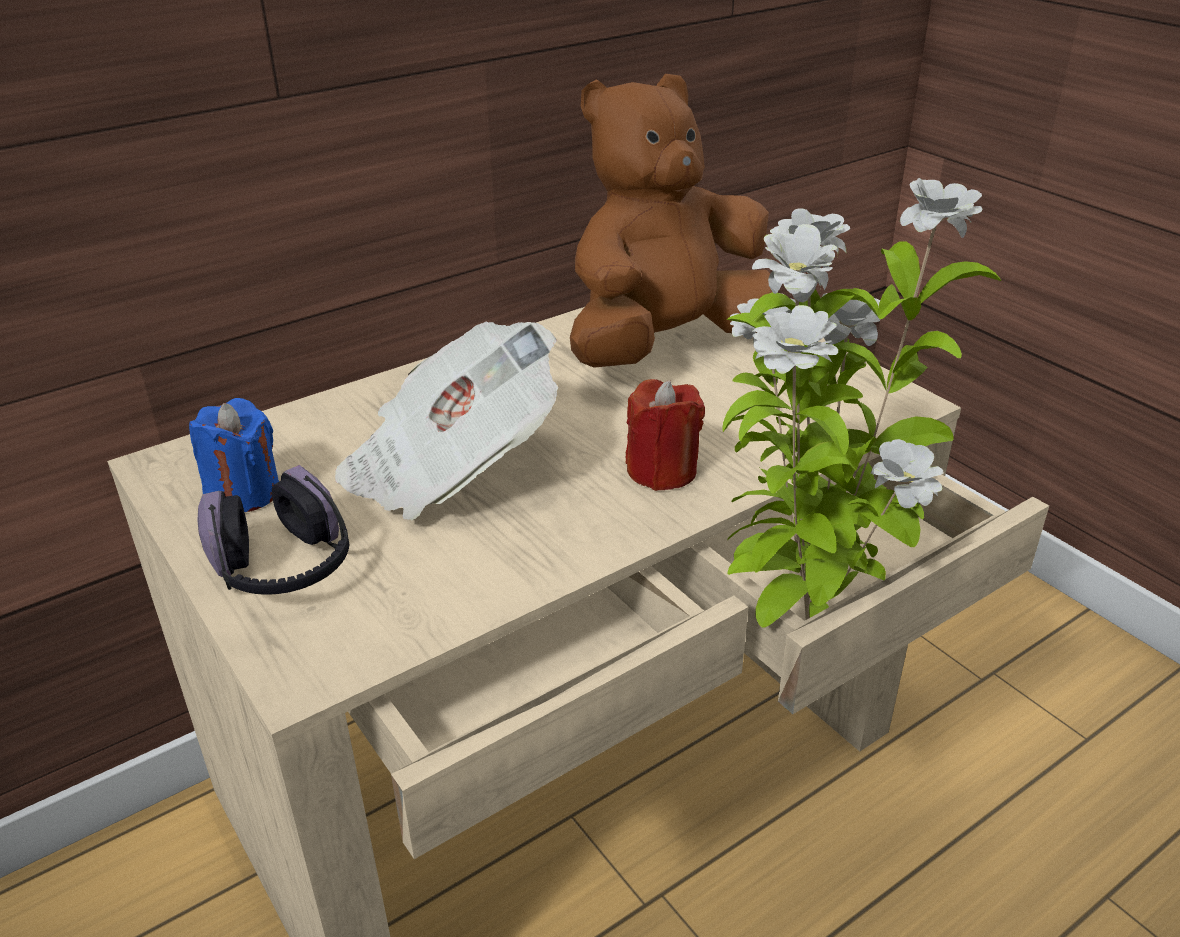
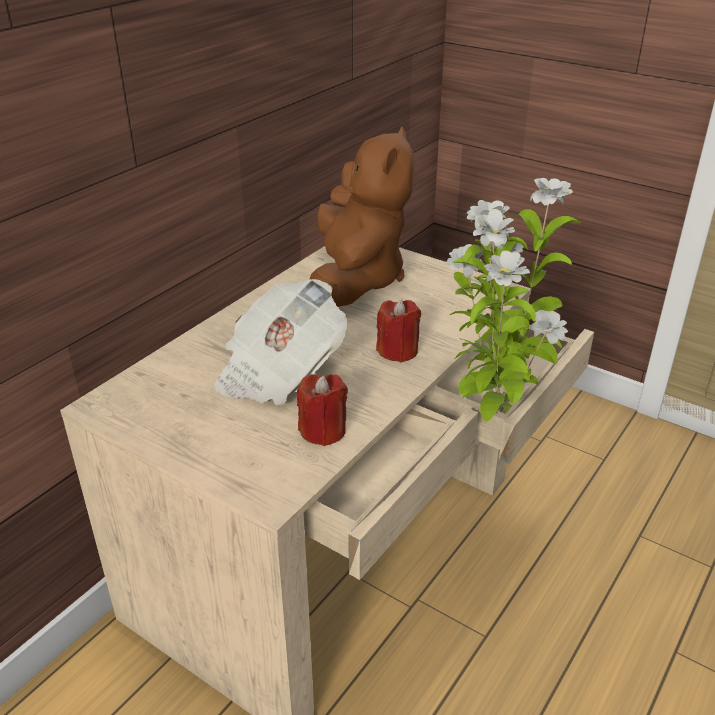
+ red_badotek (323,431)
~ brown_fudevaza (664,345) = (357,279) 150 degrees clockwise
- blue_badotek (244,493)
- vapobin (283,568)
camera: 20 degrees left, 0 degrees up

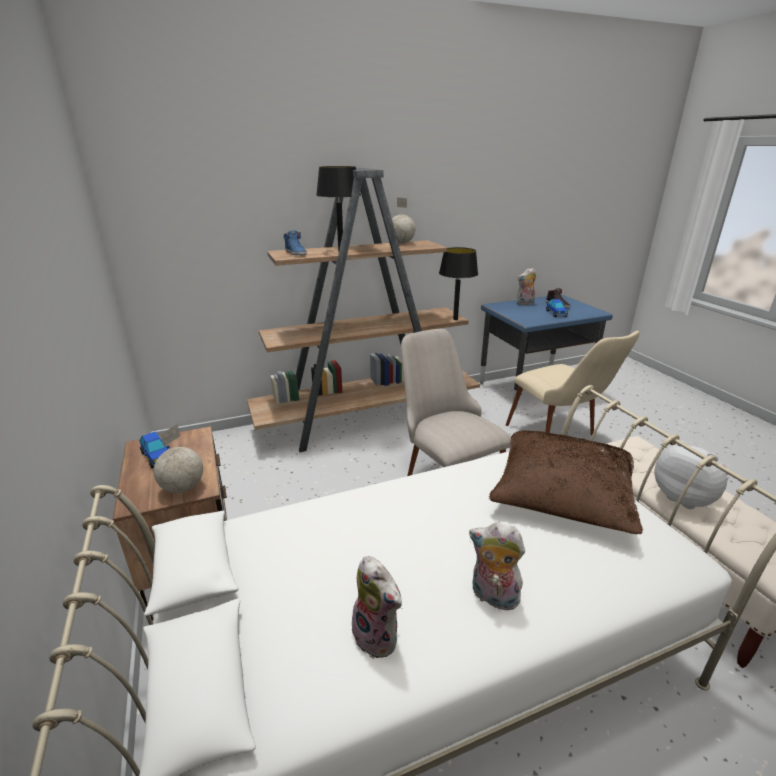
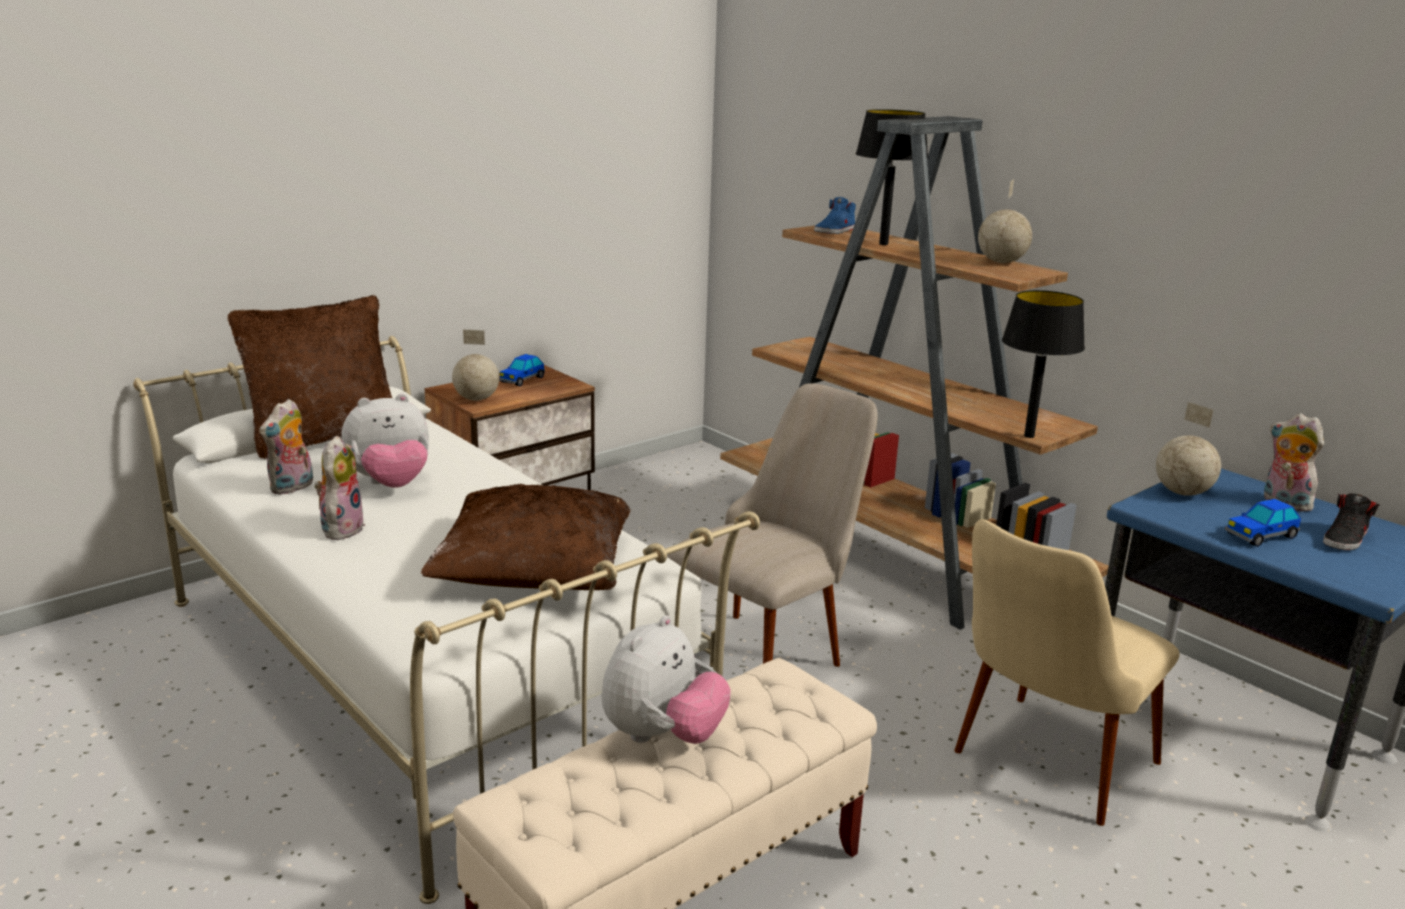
+ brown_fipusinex (326,441)
+ fudevaza (391,484)
+ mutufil (1182,492)
camera: 70 degrees right, 5 degrees down

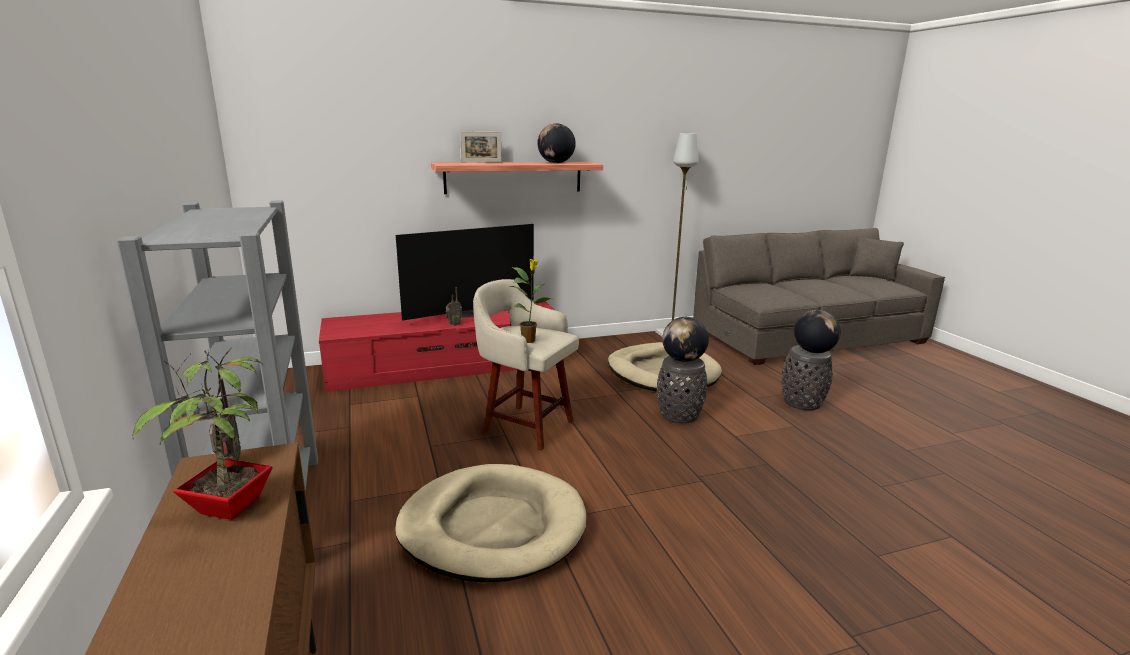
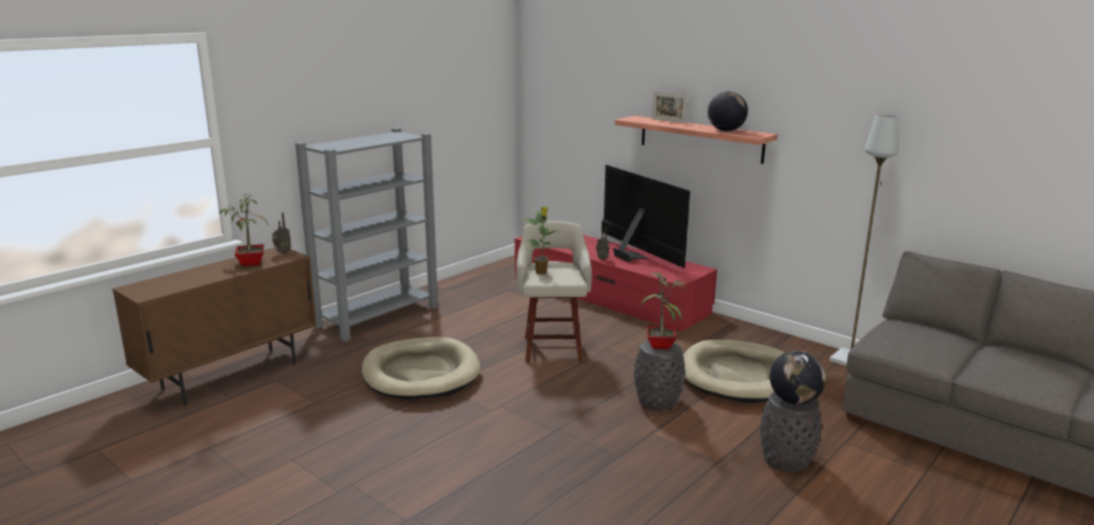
~ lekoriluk (469,313) = (634,256) 150 degrees counterclockwise
~ mutufil (683,360) to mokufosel (661,345)
camera: 60 degrees right, 0 degrees up

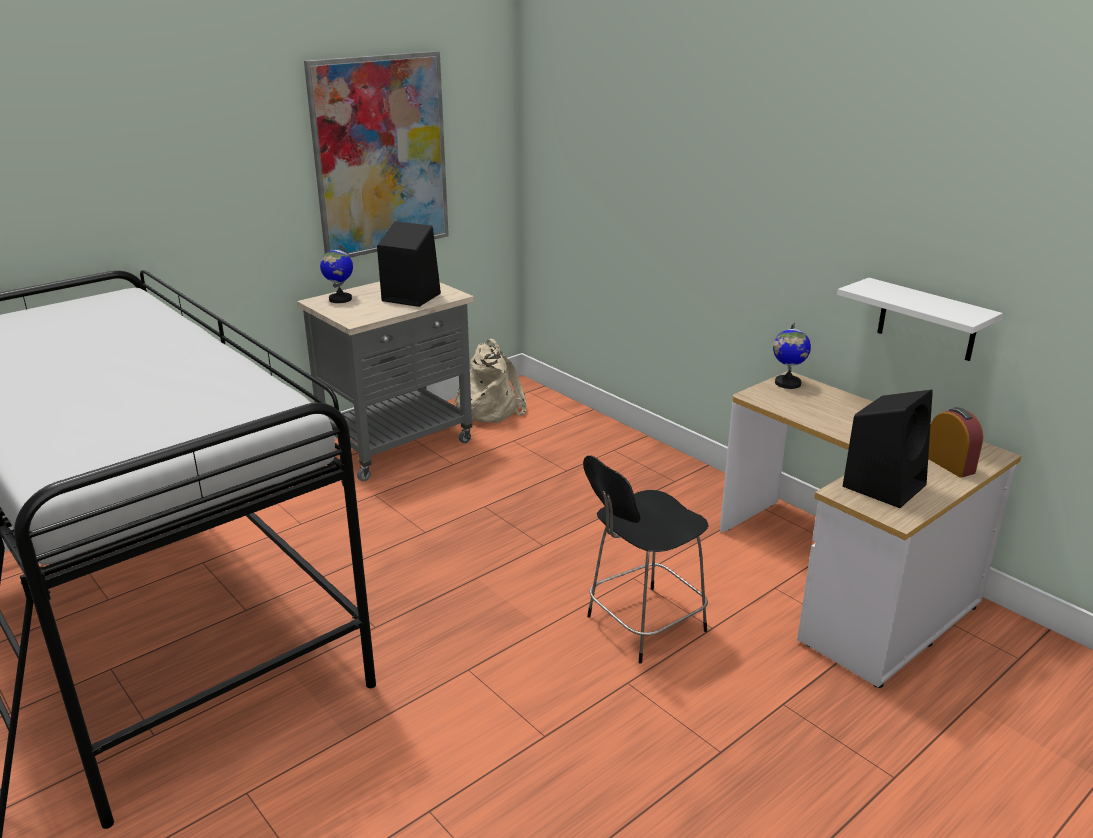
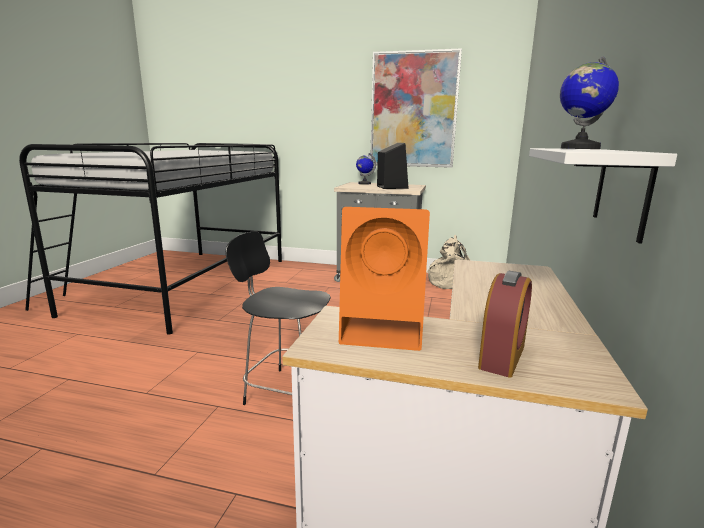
~ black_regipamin (884,484) to orange_regipamin (385,330)
~ mutufil (787,383) to (579,148)
camera: 55 degrees right, 10 degrees down

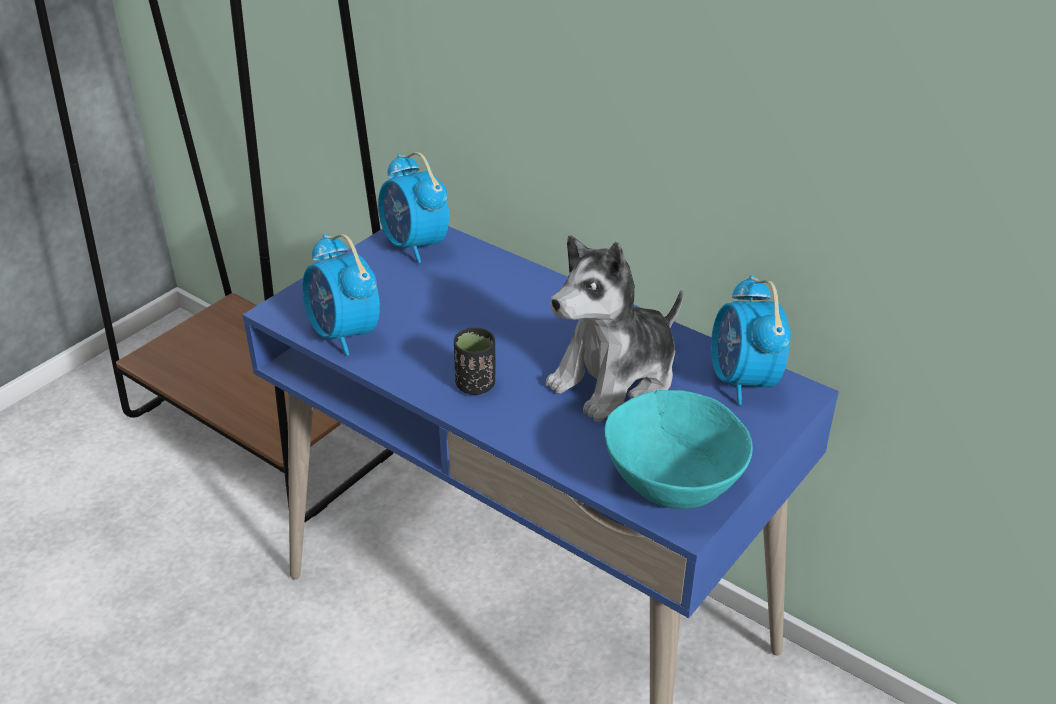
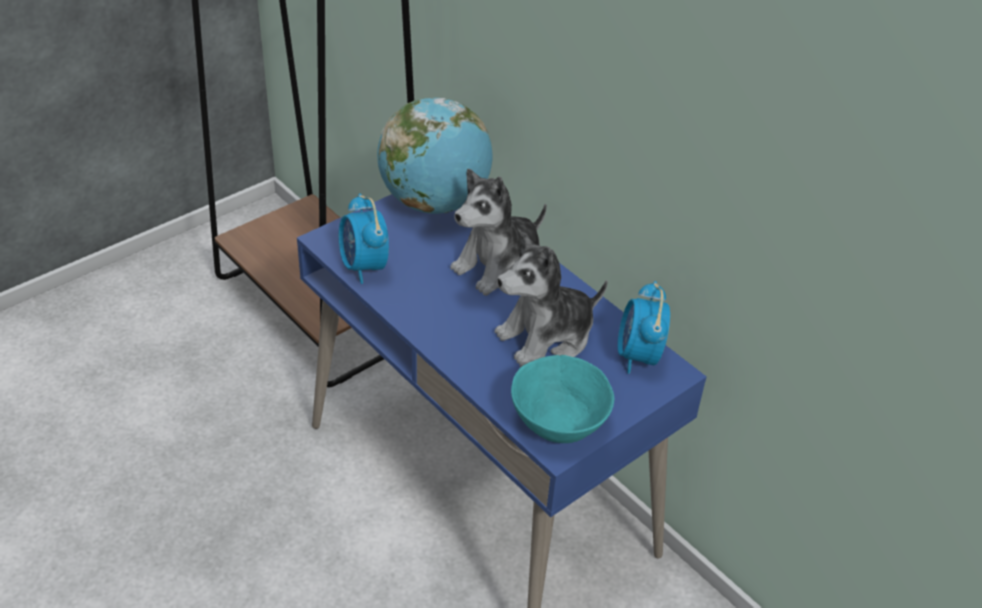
~ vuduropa (415,246) to mutufil (435,202)
+ fudevaza (498,265)
- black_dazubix (475,385)
camera: 10 degrees right, 5 degrees up

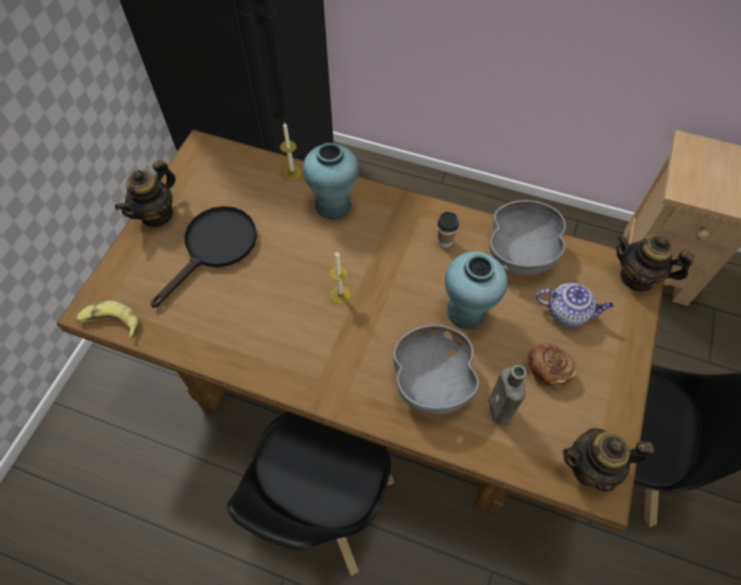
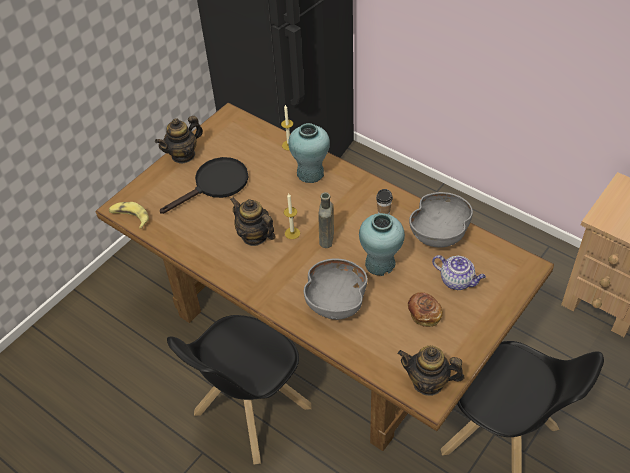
~ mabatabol (637,277) to (254,236)
~ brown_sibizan (500,411) to (326,240)
camera: 20 degrees right, 10 degrees down

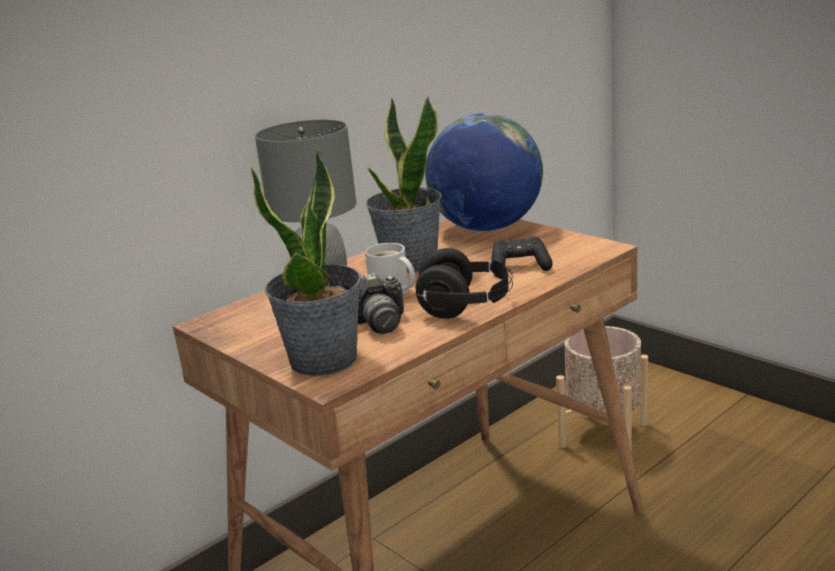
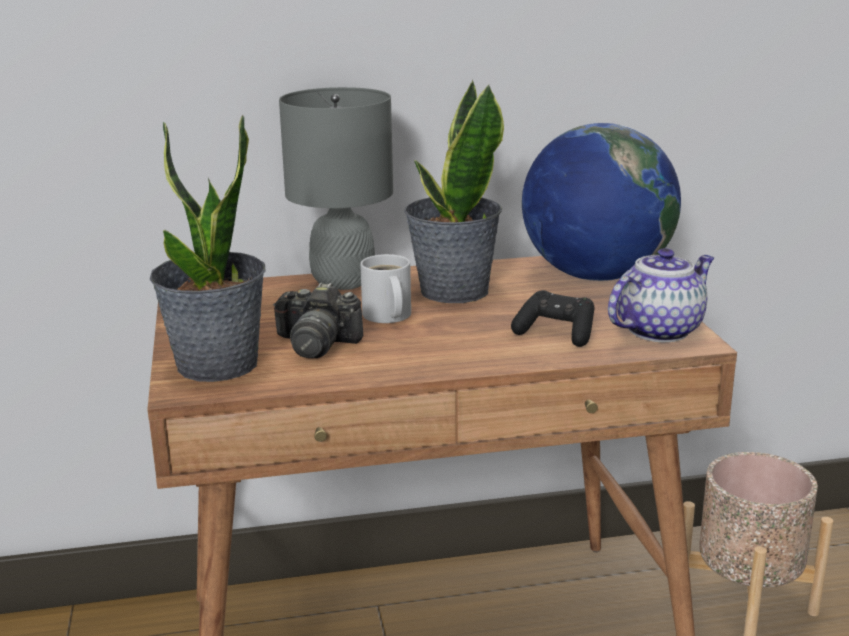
+ mabatabol (659,330)
- black_vapobin (466,307)
camera: 30 degrees right, 0 degrees up

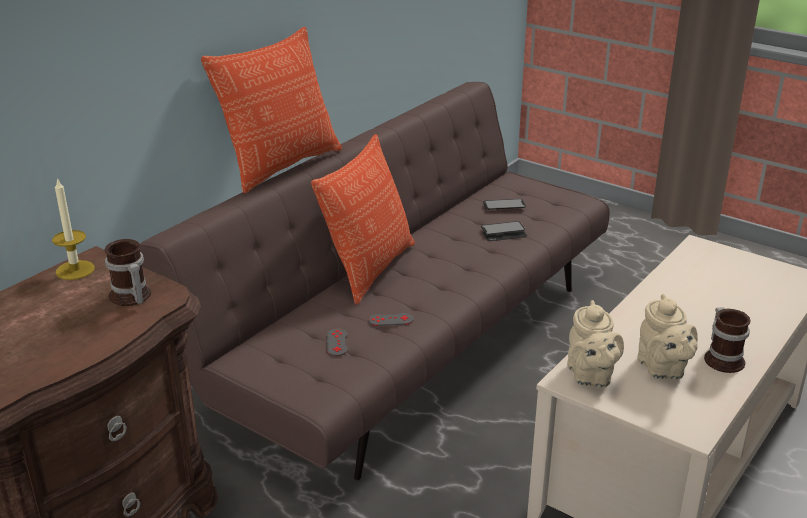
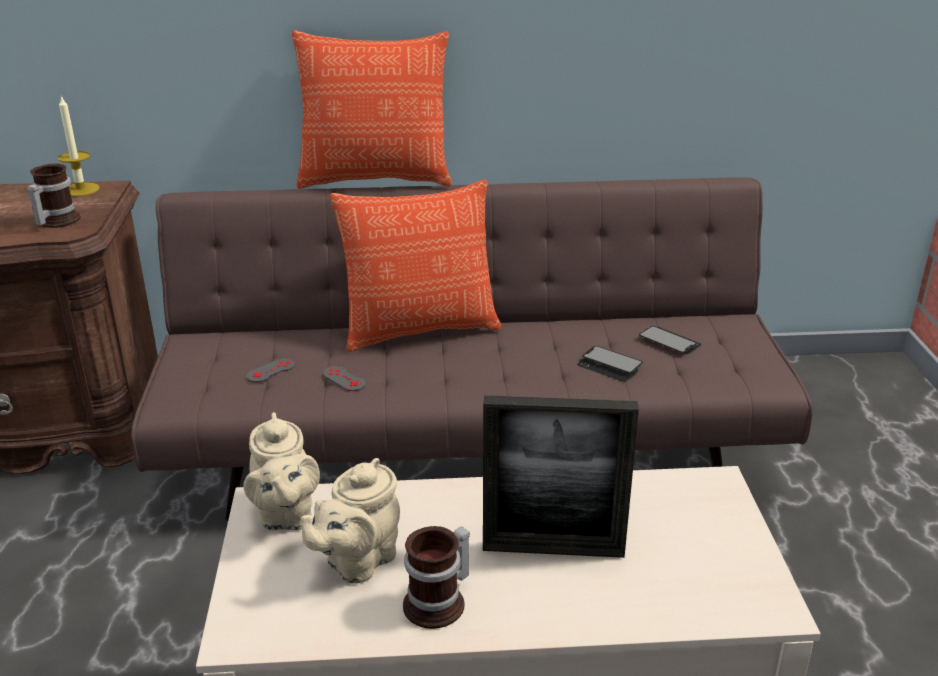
~ beige_mabatabol (590,376) = (285,515) 60 degrees counterclockwise
+ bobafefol (553,549)
camera: 50 degrees right, 0 degrees up

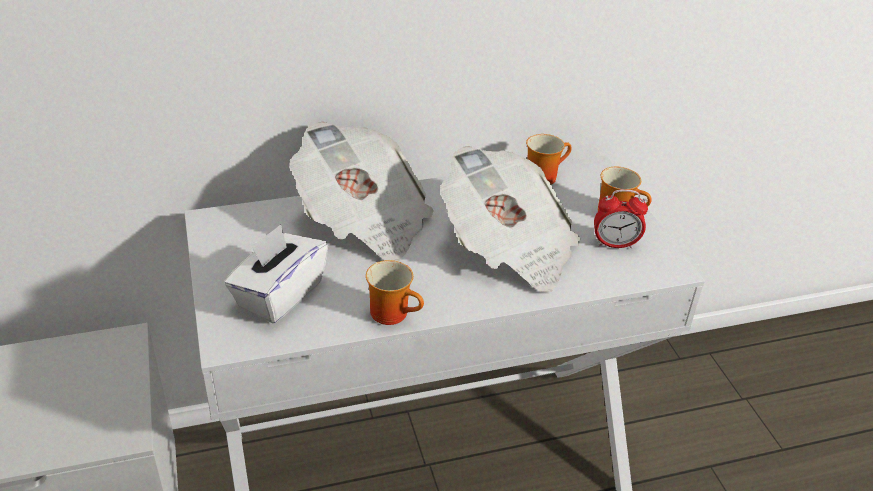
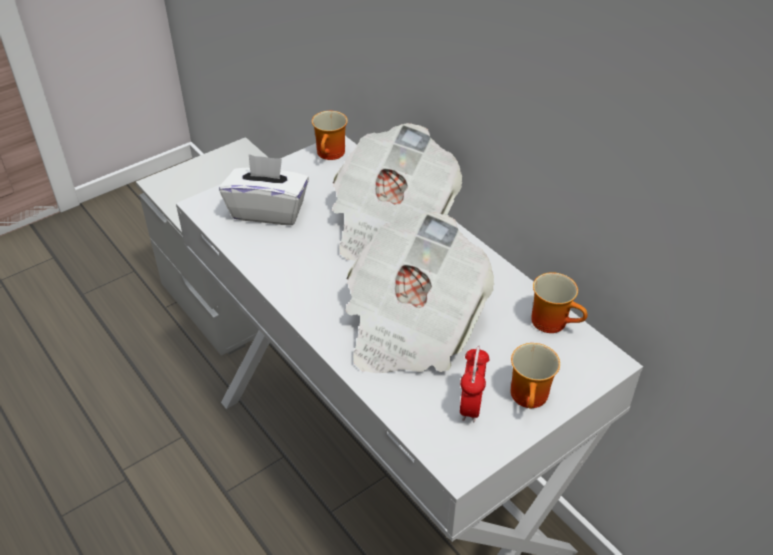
~ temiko (394,312) to (332,154)
~ vuduropa (615,244) = (471,406) 150 degrees counterclockwise
camera: 70 degrees right, 5 degrees up

